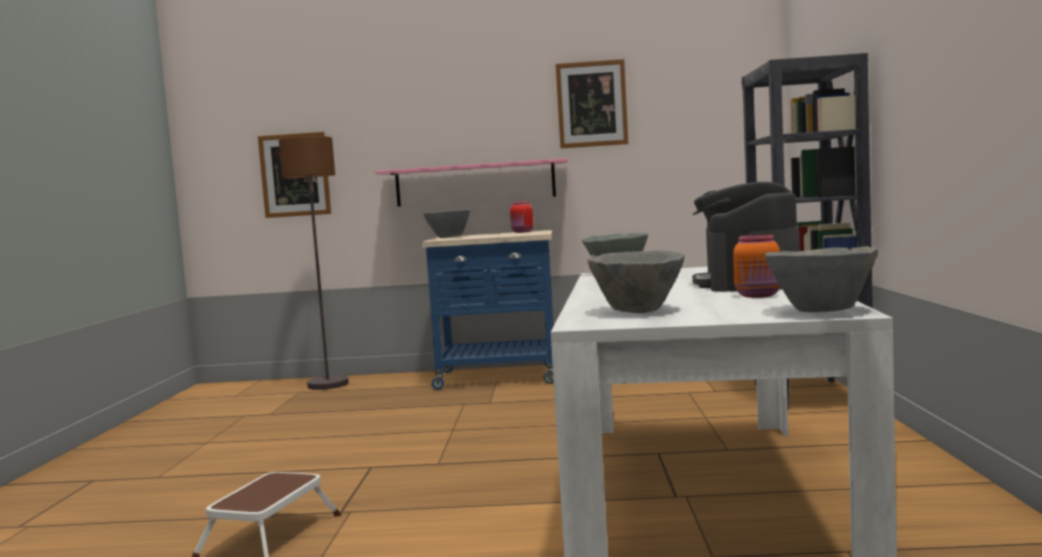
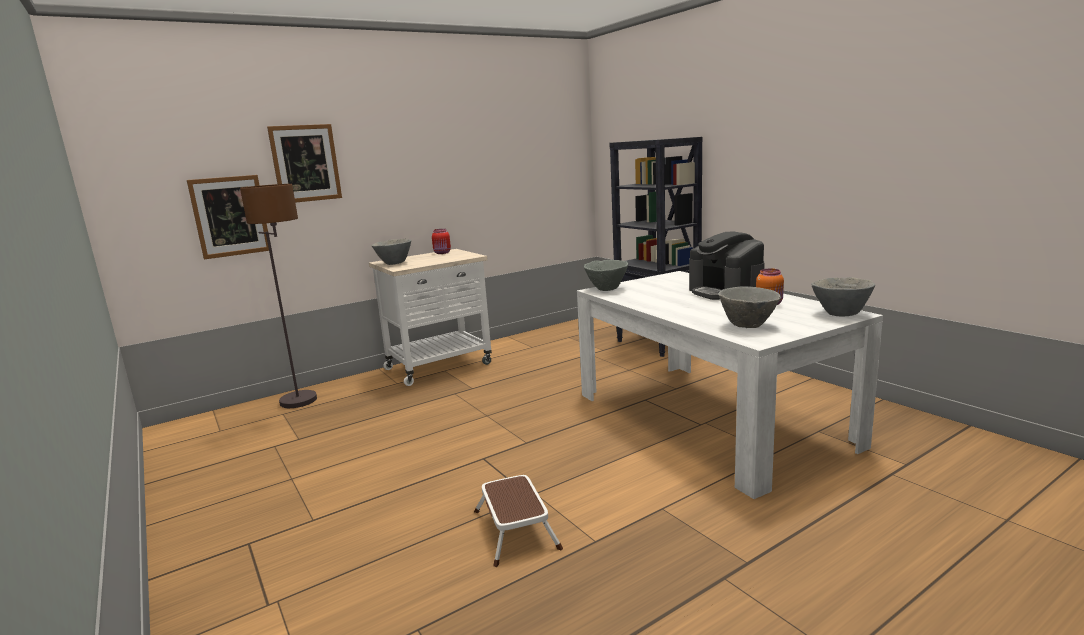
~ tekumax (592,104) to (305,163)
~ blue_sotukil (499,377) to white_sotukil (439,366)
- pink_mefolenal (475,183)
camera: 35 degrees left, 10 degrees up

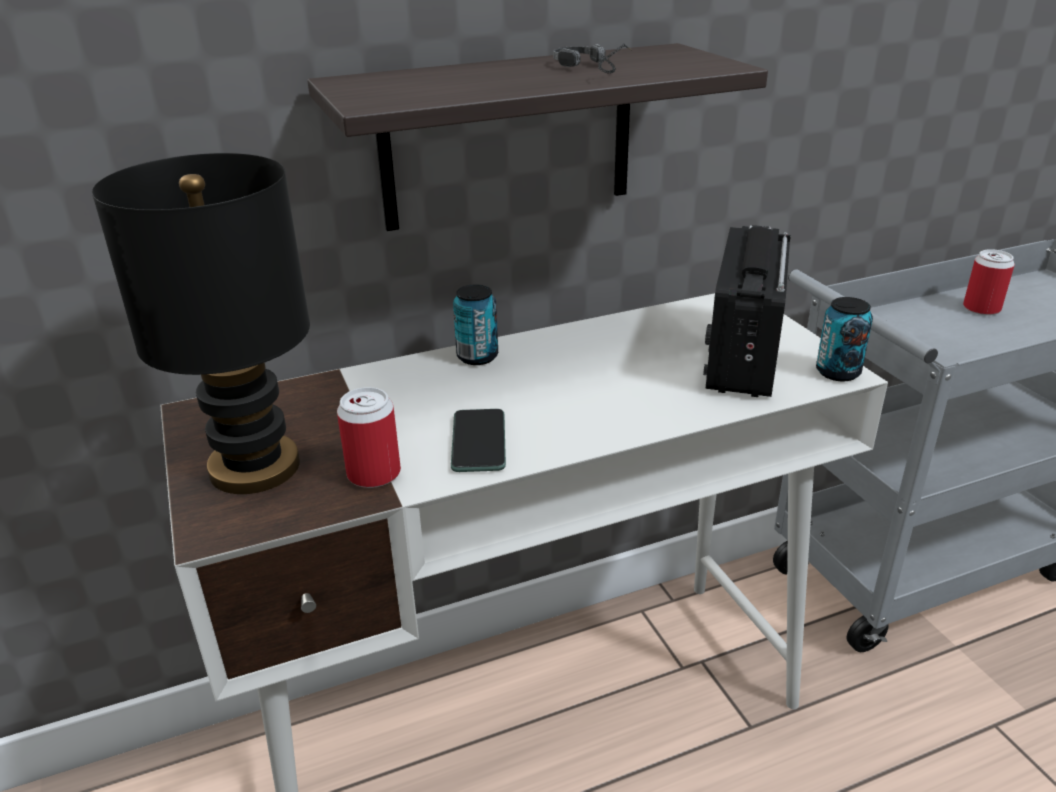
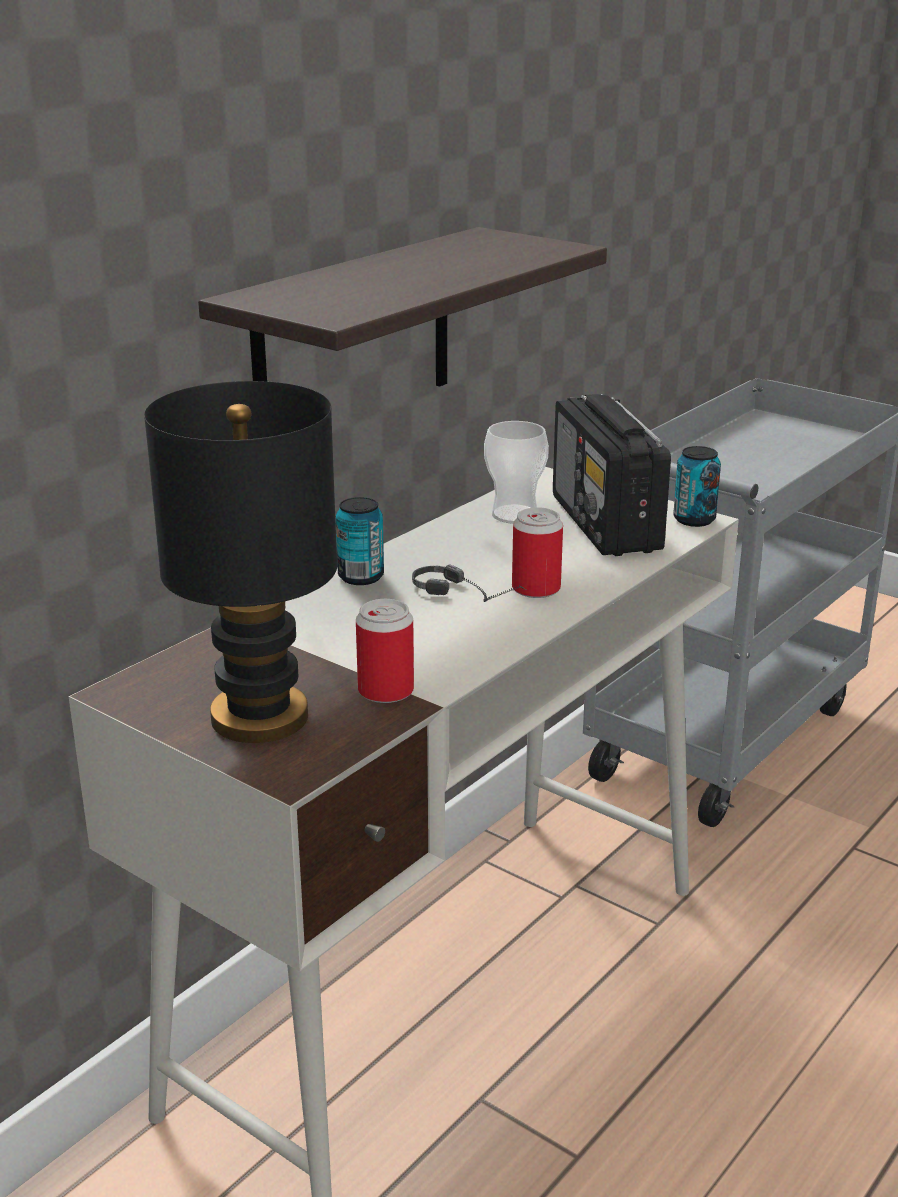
~ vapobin (601,71) to (472,596)
+ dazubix (514,515)
~ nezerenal (981,309) to (536,589)
- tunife (478,442)
camera: 30 degrees left, 5 degrees down

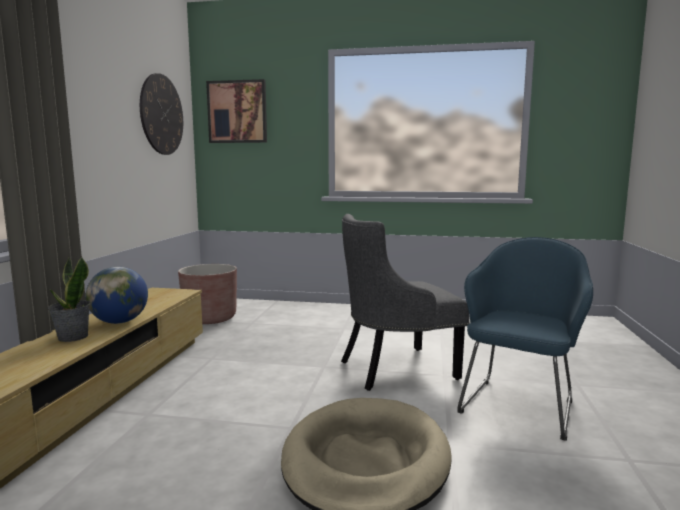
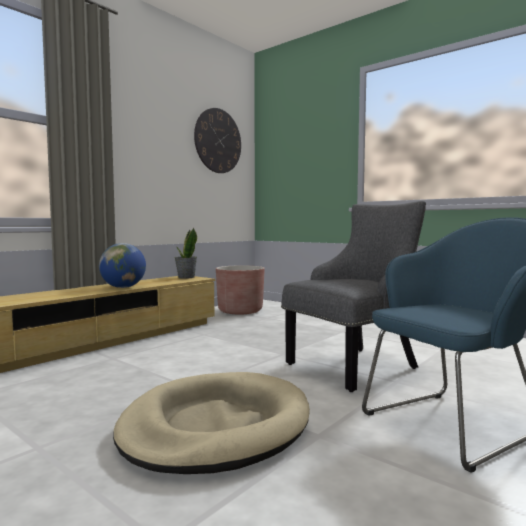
~ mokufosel (72,337) to (186,277)
~ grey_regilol (398,369) = (352,368) 135 degrees clockwise
- tekumax (237,112)
camera: 30 degrees right, 5 degrees down

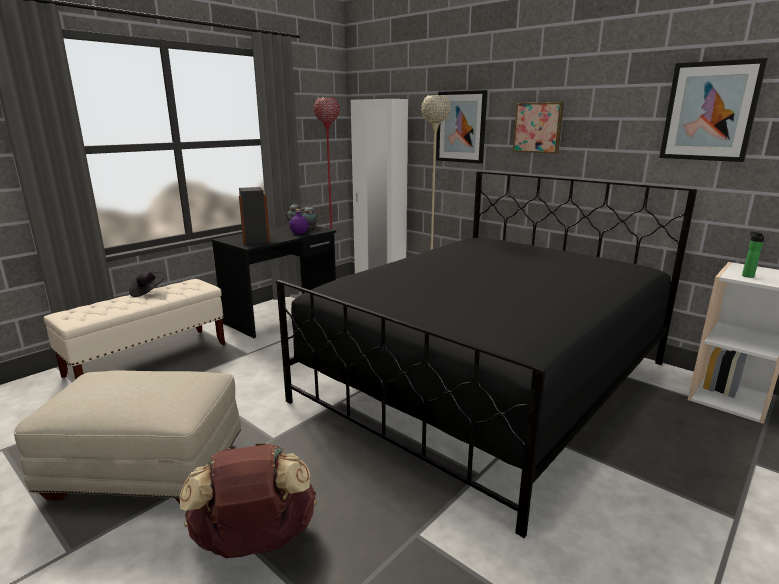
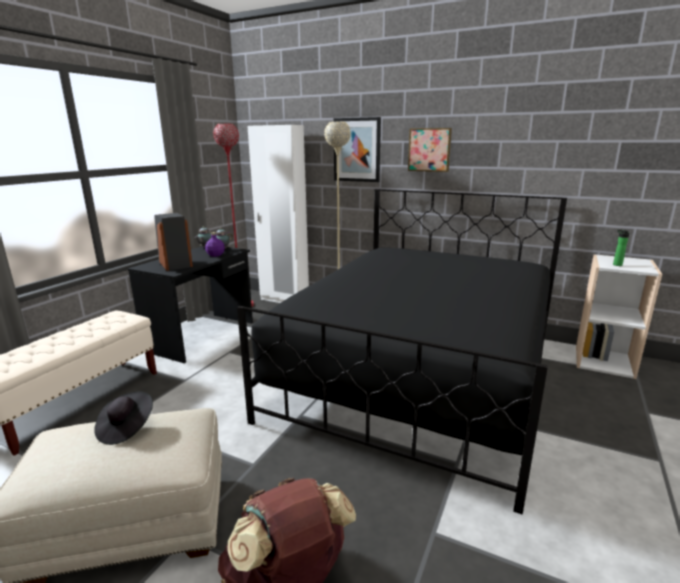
~ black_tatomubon (148,292) to (126,428)
- tekumax (710,111)
camera: 15 degrees left, 0 degrees up

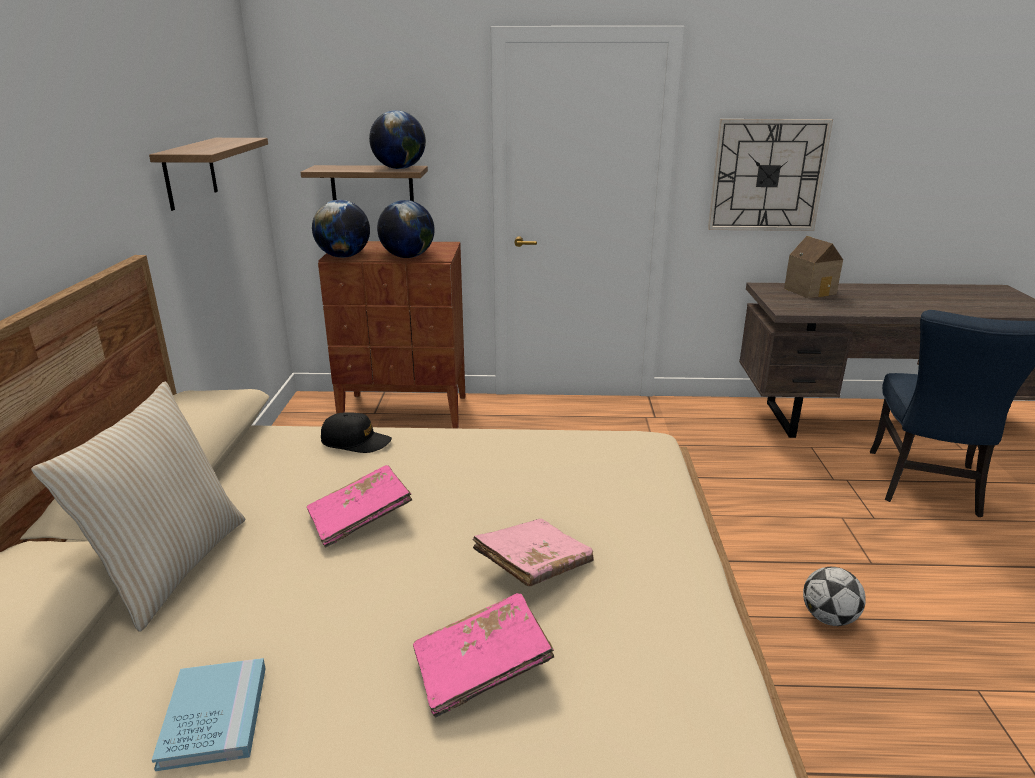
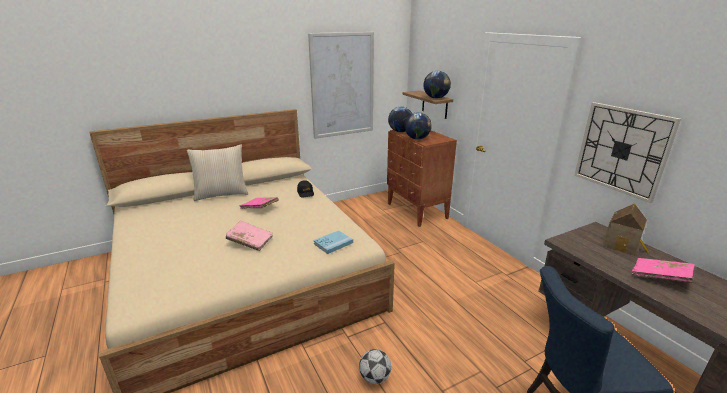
~ mefolenal (190,173) to tekumax (342,85)
~ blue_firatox (214,716) to (333,243)
~ pink_firatox (481,668) to (660,277)
camera: 60 degrees right, 0 degrees up

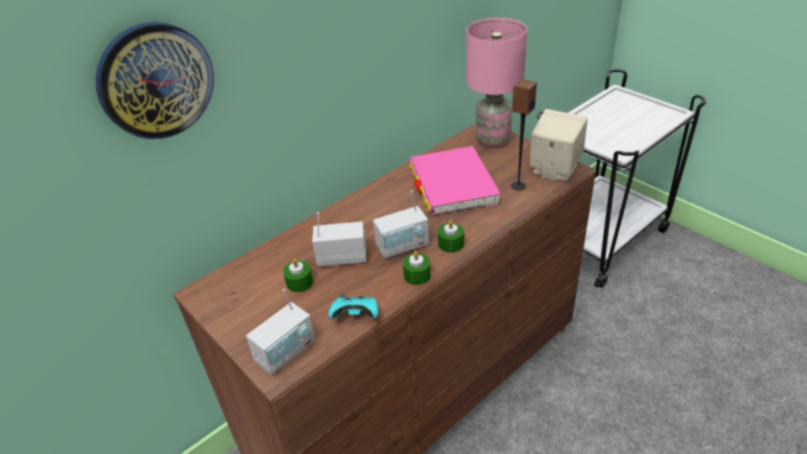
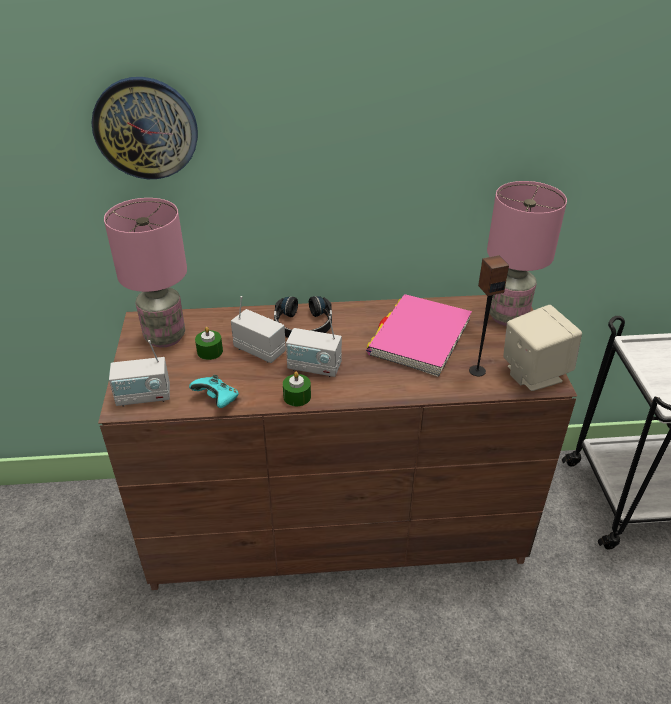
+ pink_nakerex (165,336)
+ black_vapobin (303,326)
- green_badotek (451,244)
camera: 35 degrees right, 0 degrees up

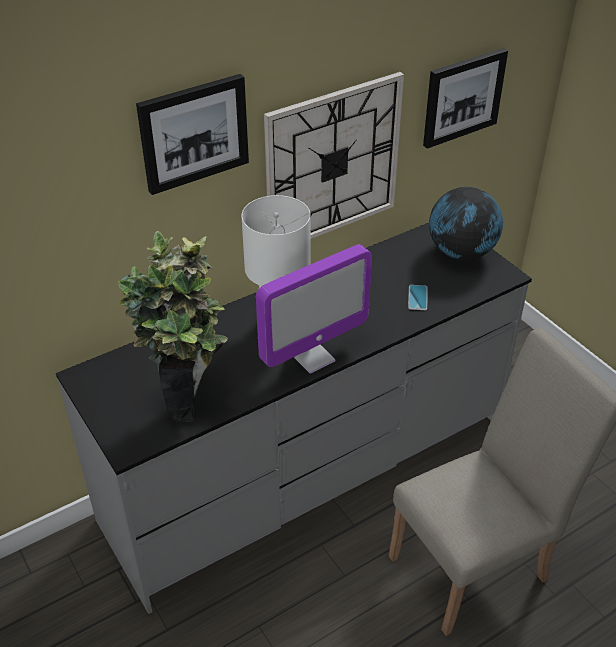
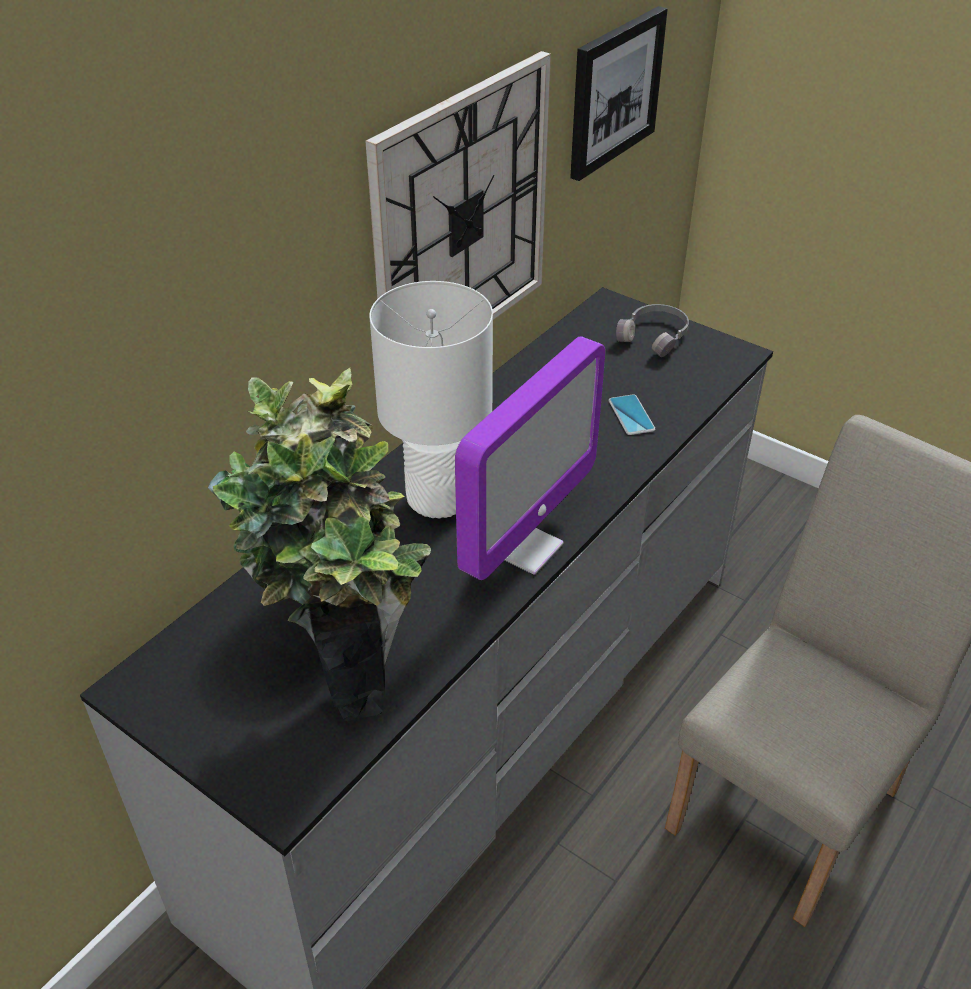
~ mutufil (461,253) to grey_vapobin (655,336)
- tekumax (193,133)
camera: 20 degrees left, 0 degrees up

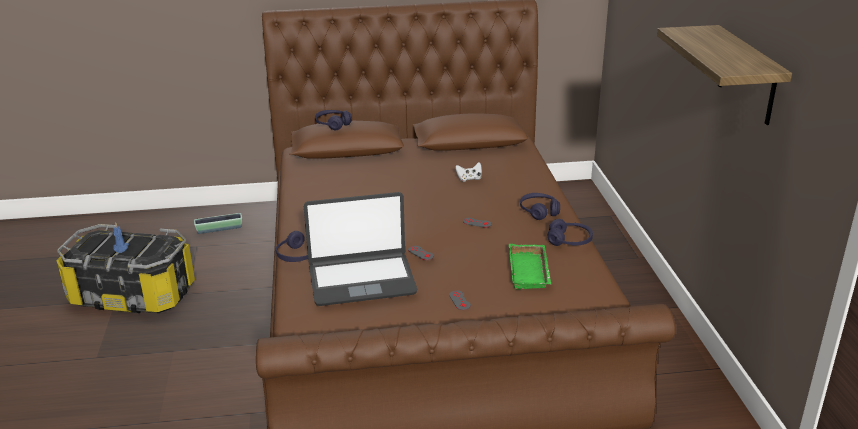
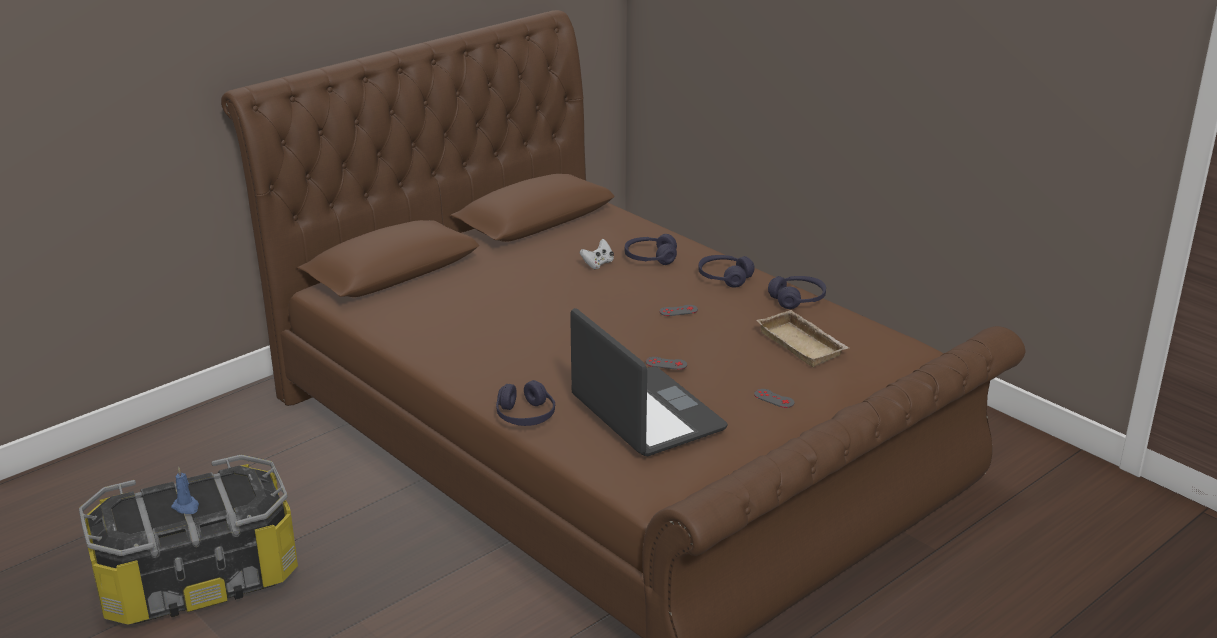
~ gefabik (361,280) = (646,414) 75 degrees counterclockwise
~ purple_vapobin (333,124) to (650,258)
~ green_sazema (531,272) to beige_sazema (804,344)
- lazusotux (219,229)
- mefolenal (747,76)
camera: 35 degrees left, 0 degrees up

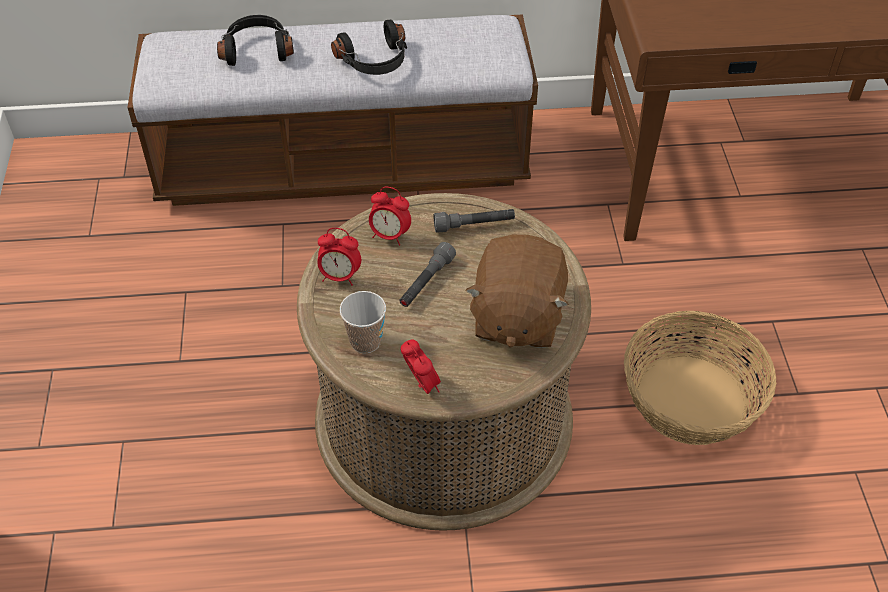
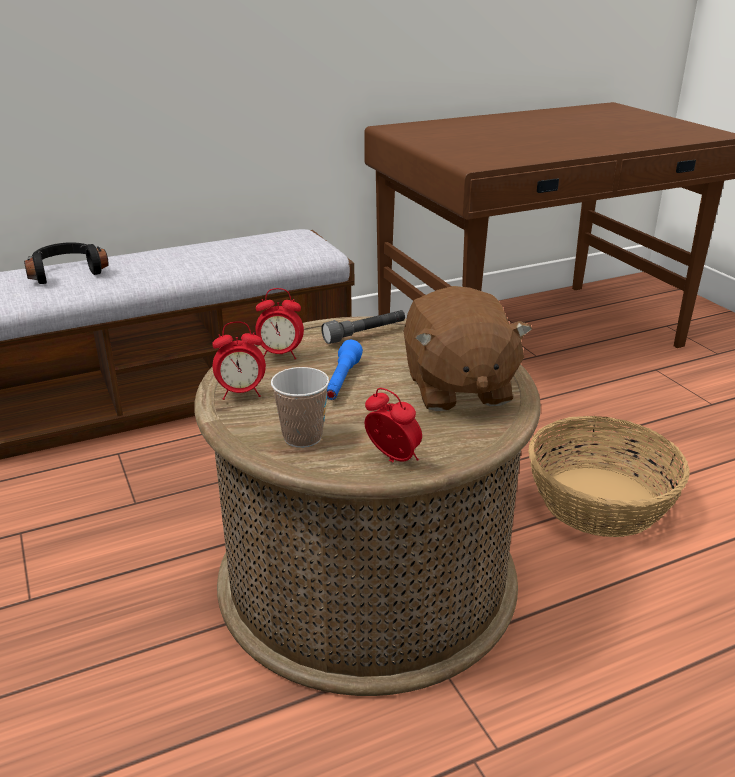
~ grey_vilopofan (426,282) to blue_vilopofan (341,381)
- black_vapobin (375,62)
camera: 20 degrees left, 20 degrees down

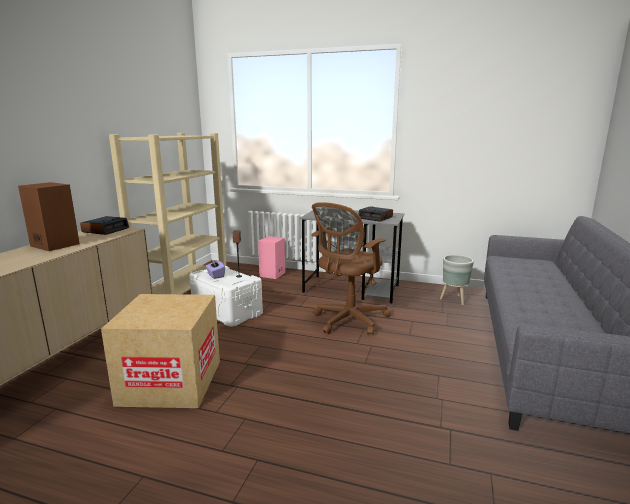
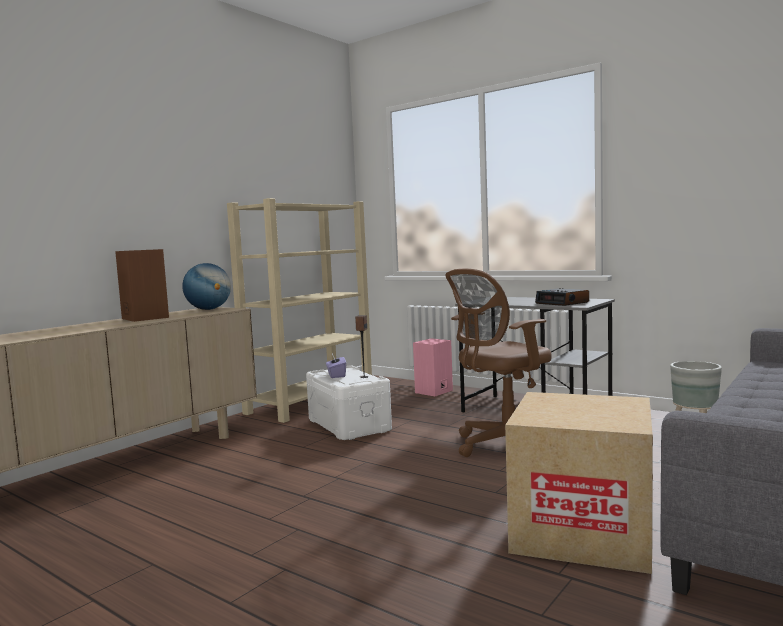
~ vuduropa (105,230) to mutufil (208,309)
~ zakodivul (171,382) to (582,532)
camera: 20 degrees right, 10 degrees down

